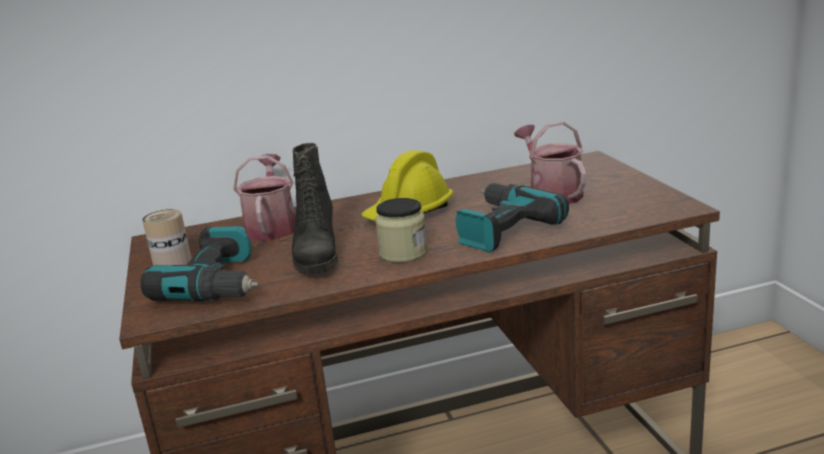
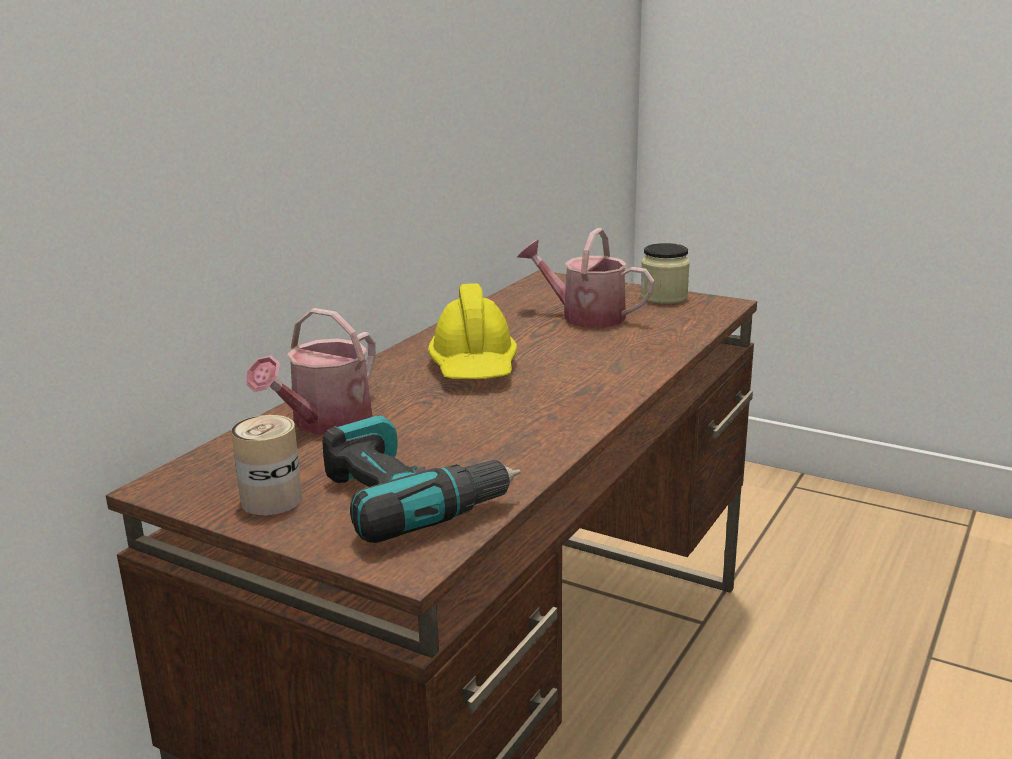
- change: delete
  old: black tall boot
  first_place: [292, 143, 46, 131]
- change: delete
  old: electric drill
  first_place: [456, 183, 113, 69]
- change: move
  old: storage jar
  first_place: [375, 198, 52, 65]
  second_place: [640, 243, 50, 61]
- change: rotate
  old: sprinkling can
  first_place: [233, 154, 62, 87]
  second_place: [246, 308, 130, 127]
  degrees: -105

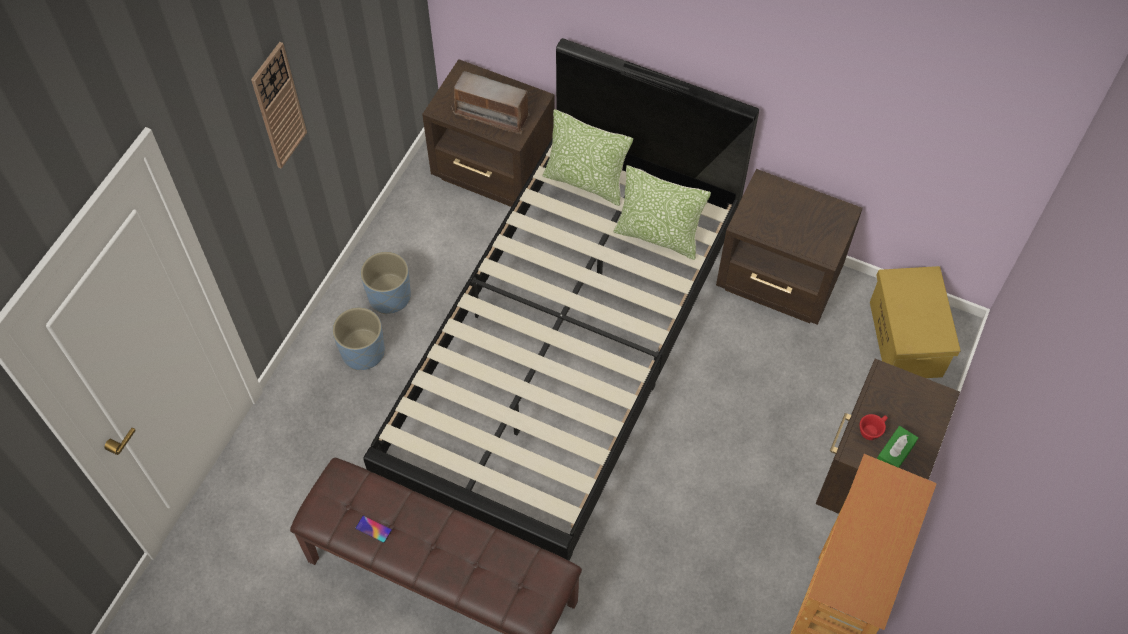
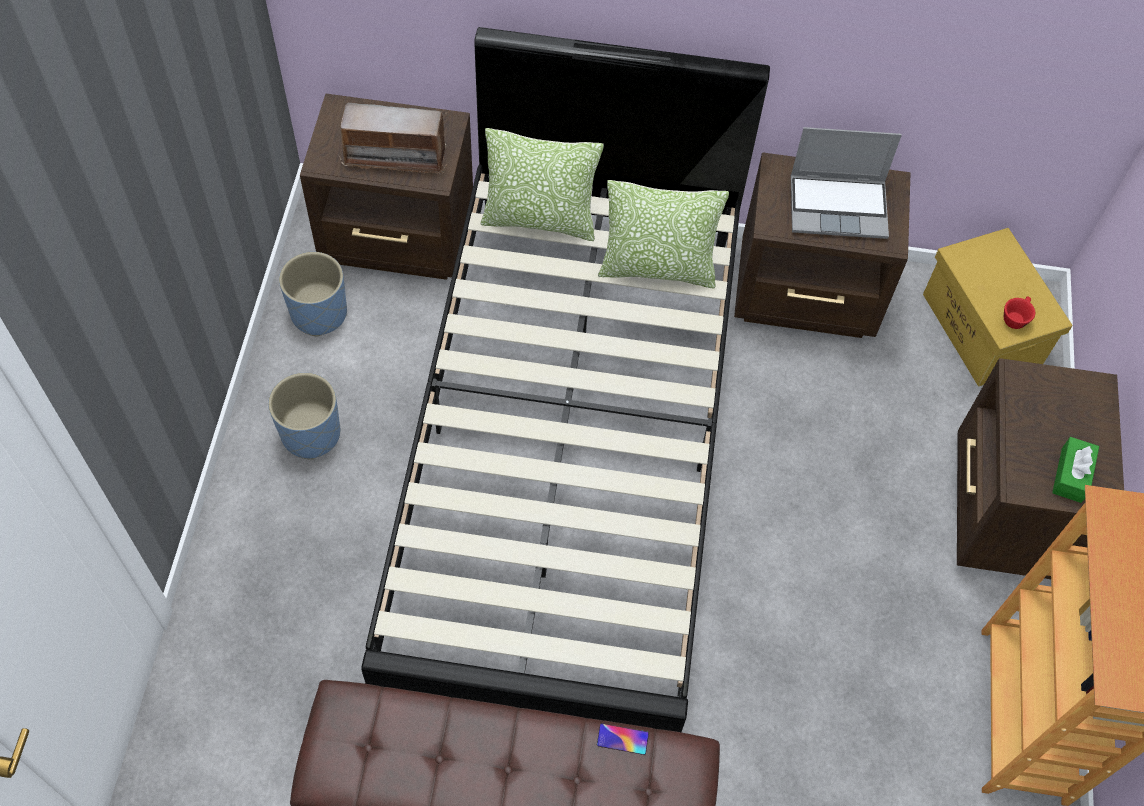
- change: delete
  old: wall clock
  first_place: [251, 42, 56, 127]
- change: insert
  new: notebook computer
  second_place: [791, 127, 111, 112]
- change: move
  old: blue-coloured flower pot
  first_place: [332, 307, 53, 63]
  second_place: [279, 252, 68, 85]
- change: move
  old: telephone
  first_place: [355, 515, 37, 28]
  second_place: [597, 723, 52, 32]
- change: move
  old: red cup
  first_place: [860, 414, 28, 26]
  second_place: [1004, 296, 31, 33]

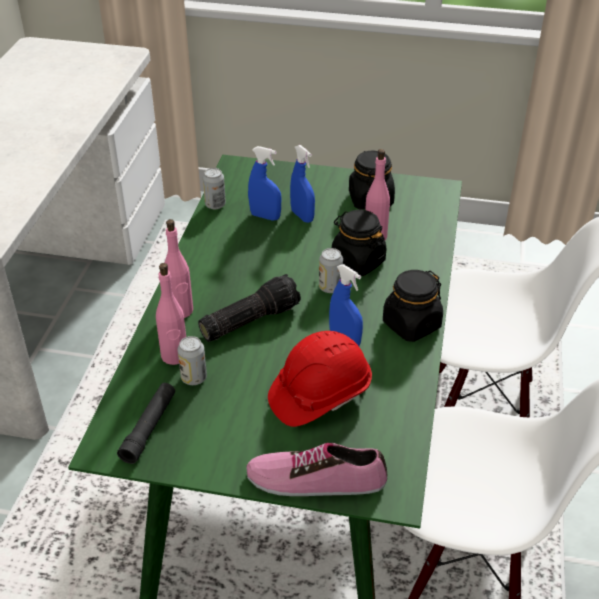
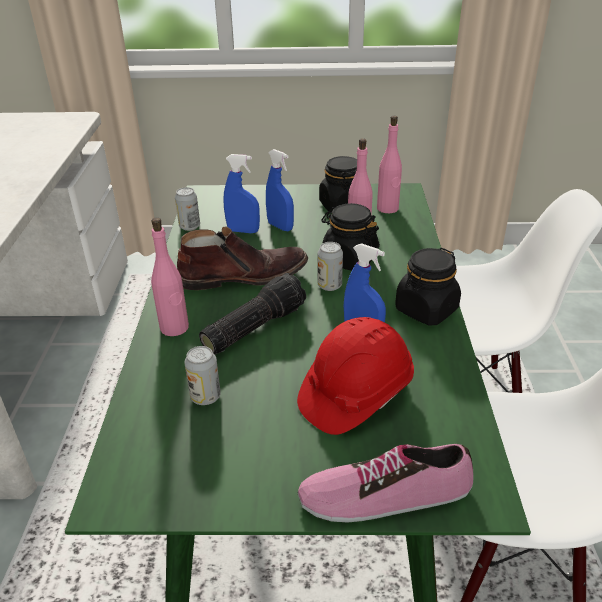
- change: delete
  old: black hand torch
  first_place: [117, 383, 58, 81]
- change: insert
  new: brown tall boot
  second_place: [177, 226, 131, 64]
- change: move
  old: pink-coloured beverage bottle
  first_place: [156, 263, 30, 102]
  second_place: [377, 116, 25, 97]

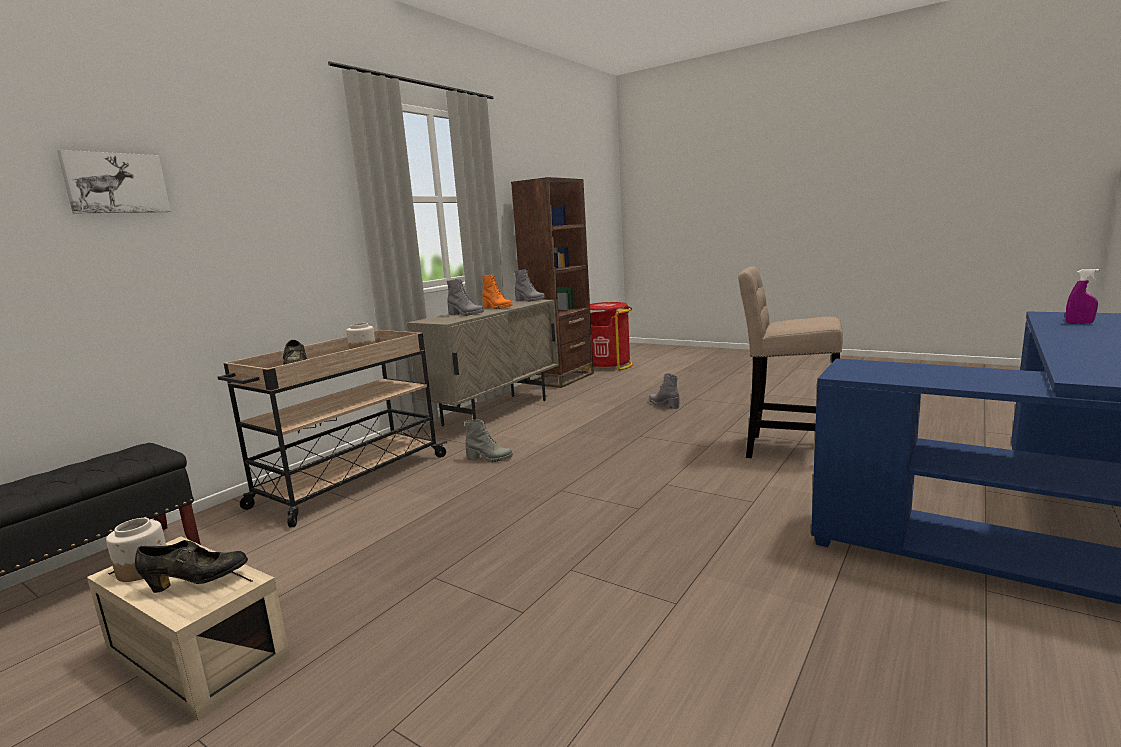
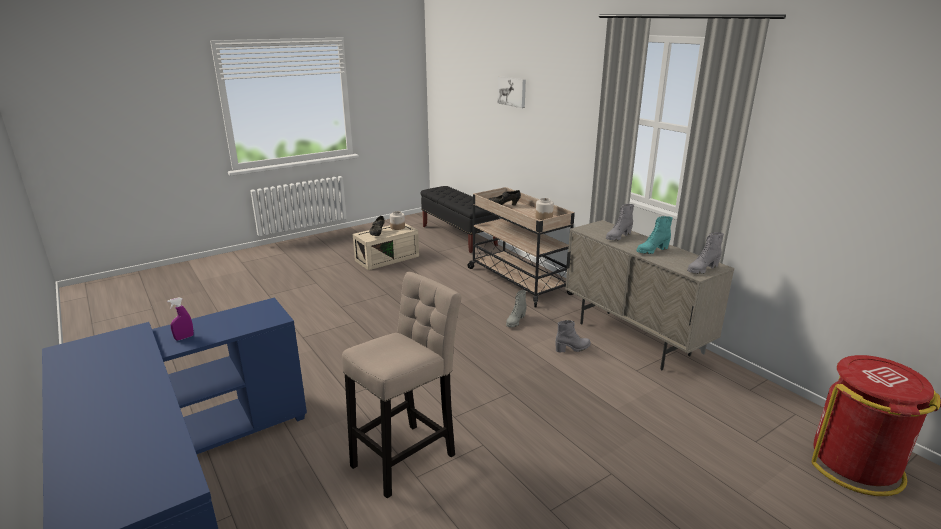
- change: delete
  old: brown bookshelf
  first_place: [511, 177, 83, 211]
- change: move
  old: gray tall boot
  first_place: [649, 373, 31, 36]
  second_place: [555, 320, 36, 32]
- change: move
  old: purple-coloured spray bottle
  first_place: [1066, 269, 33, 55]
  second_place: [167, 297, 27, 43]
- change: recolor
  old: orangey tall boot
  new: blue-green tall boot
  first_place: [482, 274, 31, 35]
  second_place: [637, 216, 36, 38]

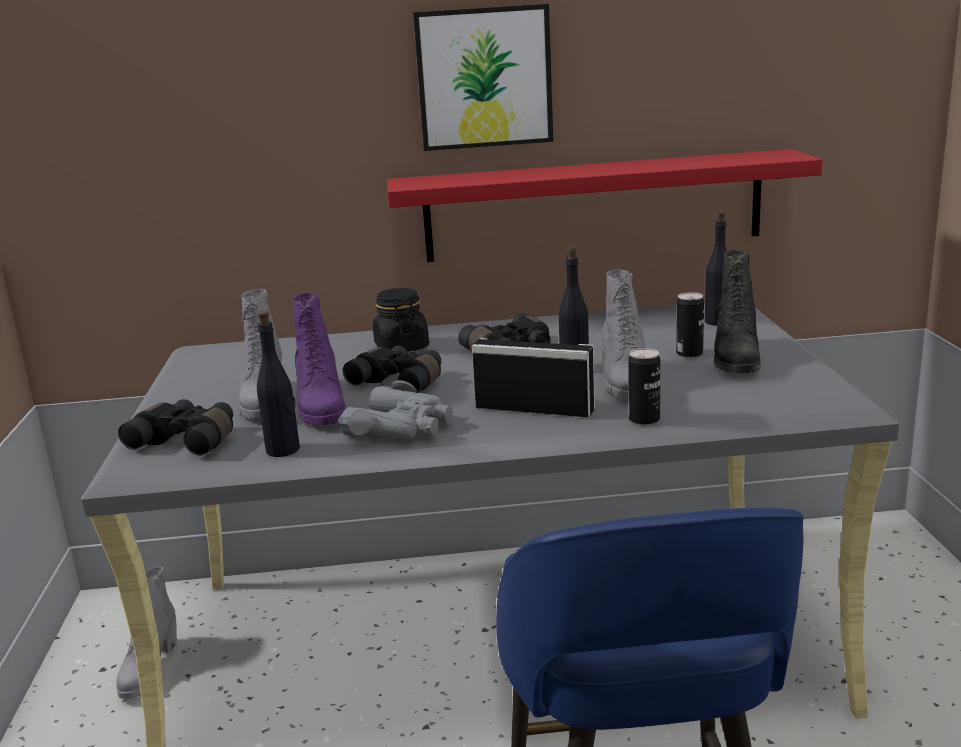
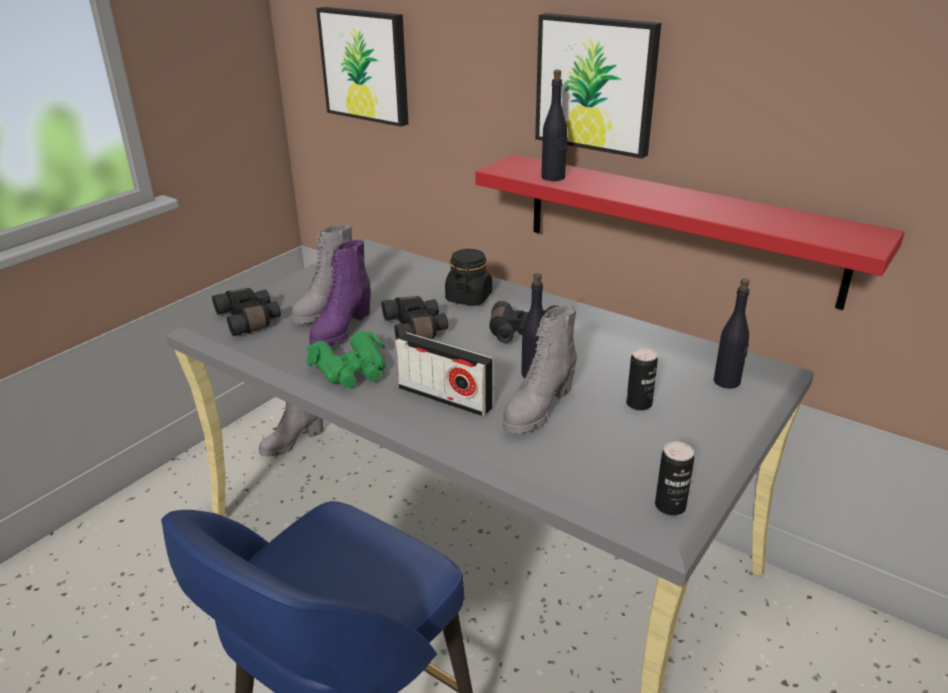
- change: delete
  old: black tall boot
  first_place: [714, 250, 47, 123]
- change: insert
  new: wall art
  second_place: [316, 7, 92, 120]
- change: move
  old: black beverage bottle
  first_place: [257, 310, 43, 147]
  second_place: [541, 70, 26, 111]
- change: move
  old: metal can
  first_place: [628, 348, 32, 77]
  second_place: [655, 442, 39, 74]
- change: recolor
  old: gray field glasses
  new: greenish field glasses
  first_place: [338, 380, 115, 60]
  second_place: [307, 331, 79, 57]
- change: rotate
  old: radio
  first_place: [472, 338, 123, 79]
  second_place: [395, 332, 98, 85]
  degrees: 150

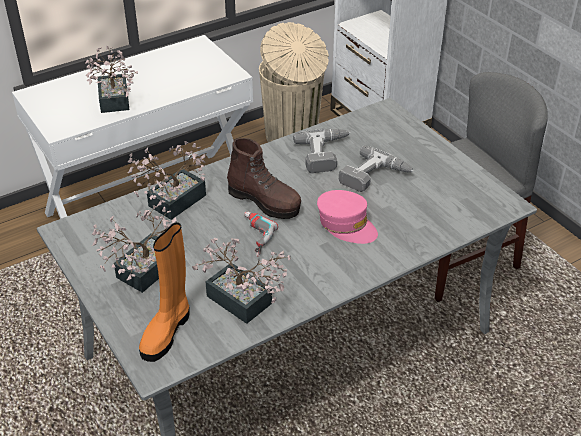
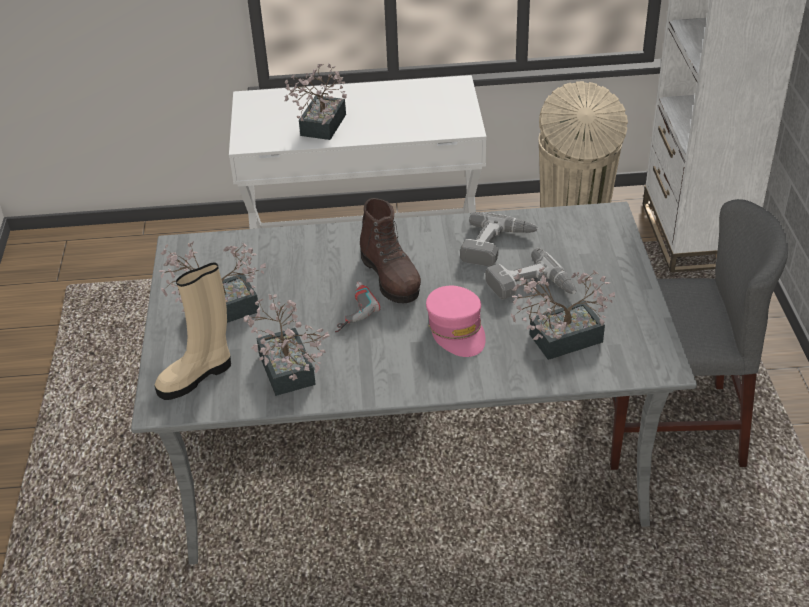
- change: move
  old: plant in a pot
  first_place: [128, 141, 78, 79]
  second_place: [511, 266, 104, 94]
- change: recolor
  old: orangey tall boot
  new: beige tall boot
  first_place: [139, 222, 51, 140]
  second_place: [154, 263, 77, 137]

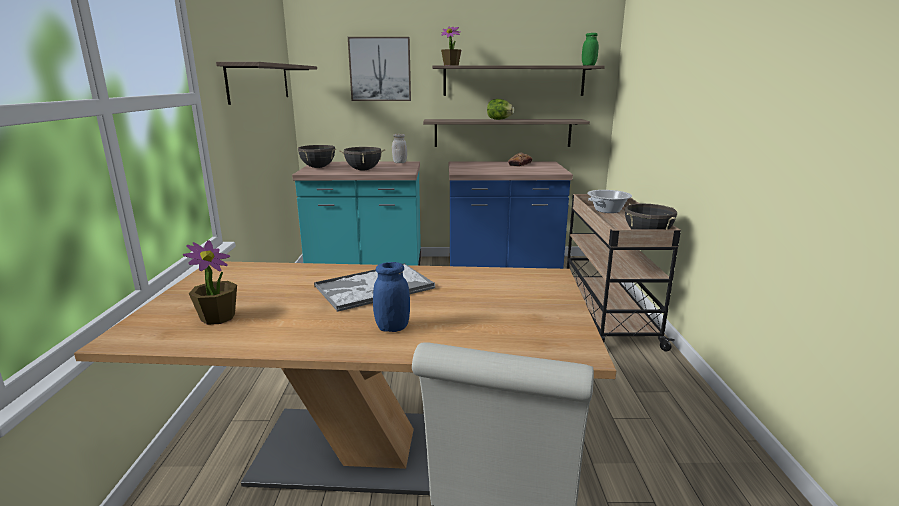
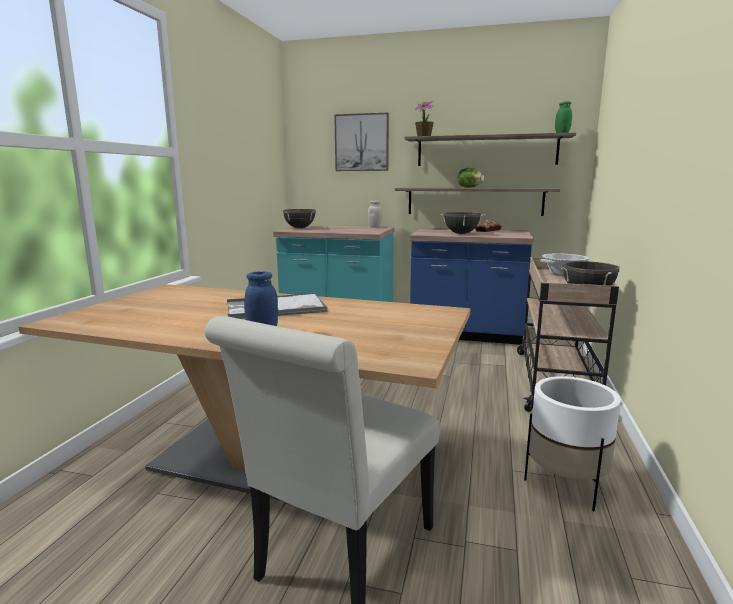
- change: delete
  old: plant in a pot
  first_place: [183, 240, 54, 85]
- change: delete
  old: bracket shelf
  first_place: [216, 62, 101, 43]
- change: insert
  new: white flower pot
  second_place: [524, 376, 97, 136]
- change: move
  old: black saucepot
  first_place: [339, 147, 47, 24]
  second_place: [440, 212, 45, 22]

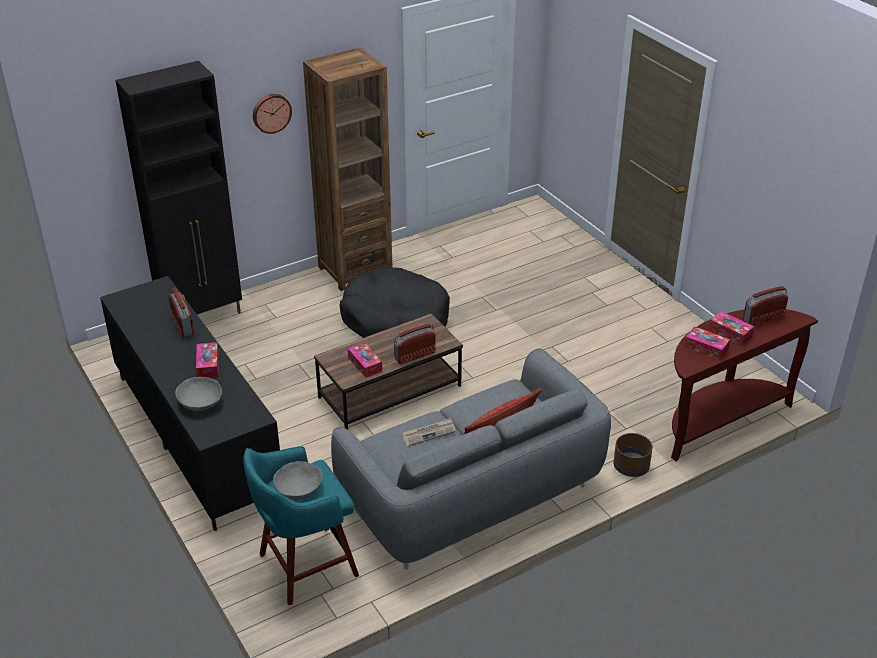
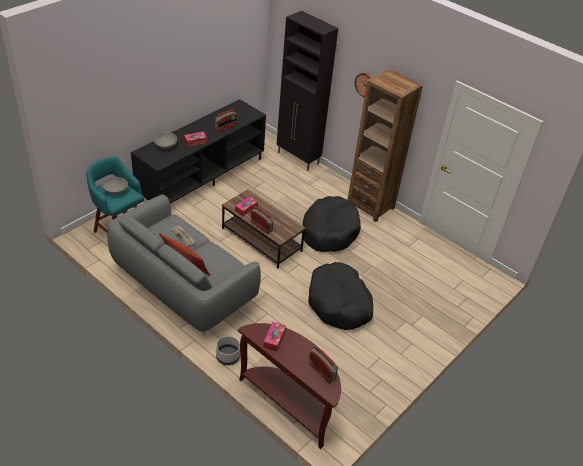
- change: delete
  old: box of tissues
  first_place: [709, 311, 45, 35]
- change: insert
  new: black dog bed
  second_place: [308, 262, 65, 68]
- change: recolor
  old: brown flower pot
  new: gray flower pot
  first_place: [613, 433, 40, 44]
  second_place: [216, 336, 24, 29]

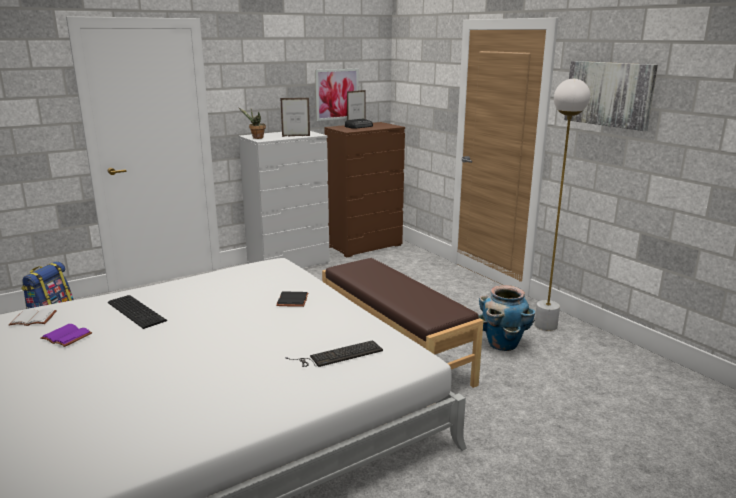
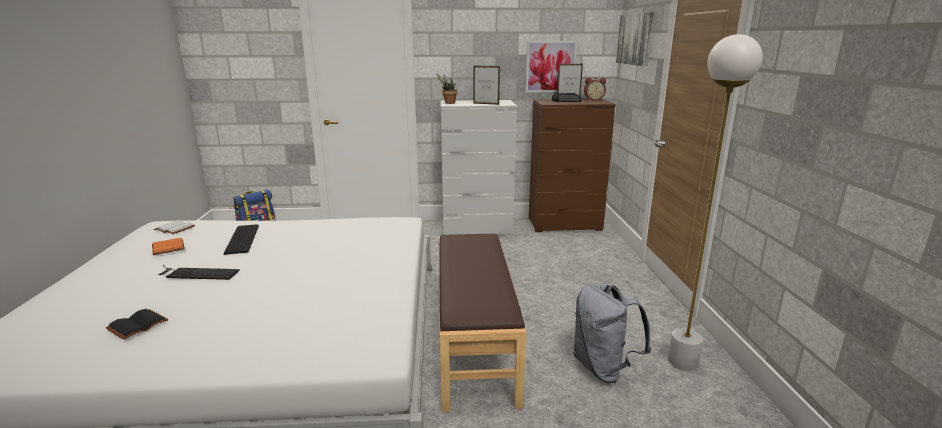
- change: insert
  new: table clock
  second_place: [584, 78, 22, 23]
- change: move
  old: black book
  first_place: [276, 291, 33, 16]
  second_place: [106, 309, 62, 31]
- change: move
  old: PC keyboard
  first_place: [286, 340, 97, 27]
  second_place: [158, 265, 82, 15]
- change: move
  old: wall art
  first_place: [564, 61, 94, 70]
  second_place: [616, 12, 38, 54]
- change: replace
  old: flower pot
  new: gray rucksack
  first_place: [478, 285, 57, 66]
  second_place: [574, 284, 77, 99]
- change: recolor
  old: purple-coloured book
  new: orangey book
  first_place: [40, 324, 52, 23]
  second_place: [152, 238, 33, 17]

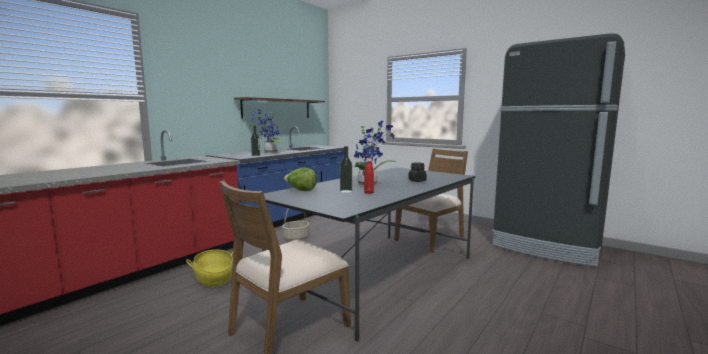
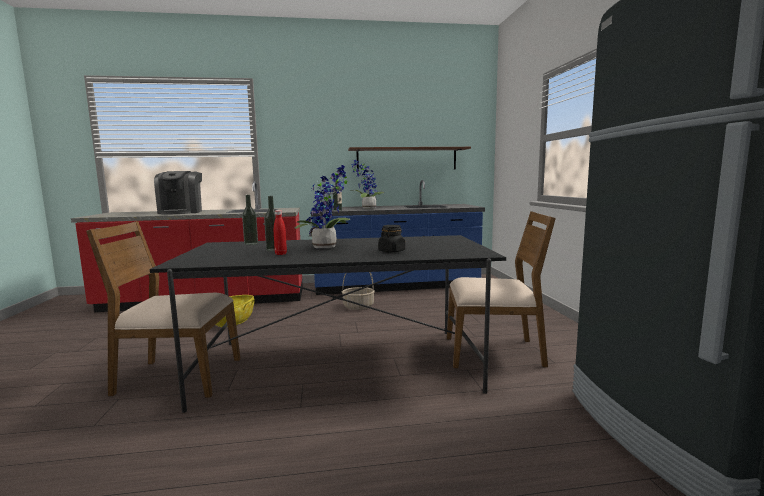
- change: insert
  new: coffee machine
  second_place: [154, 171, 48, 43]
- change: replace
  old: lettuce head
  new: beverage bottle
  first_place: [284, 167, 33, 24]
  second_place: [242, 195, 16, 50]

